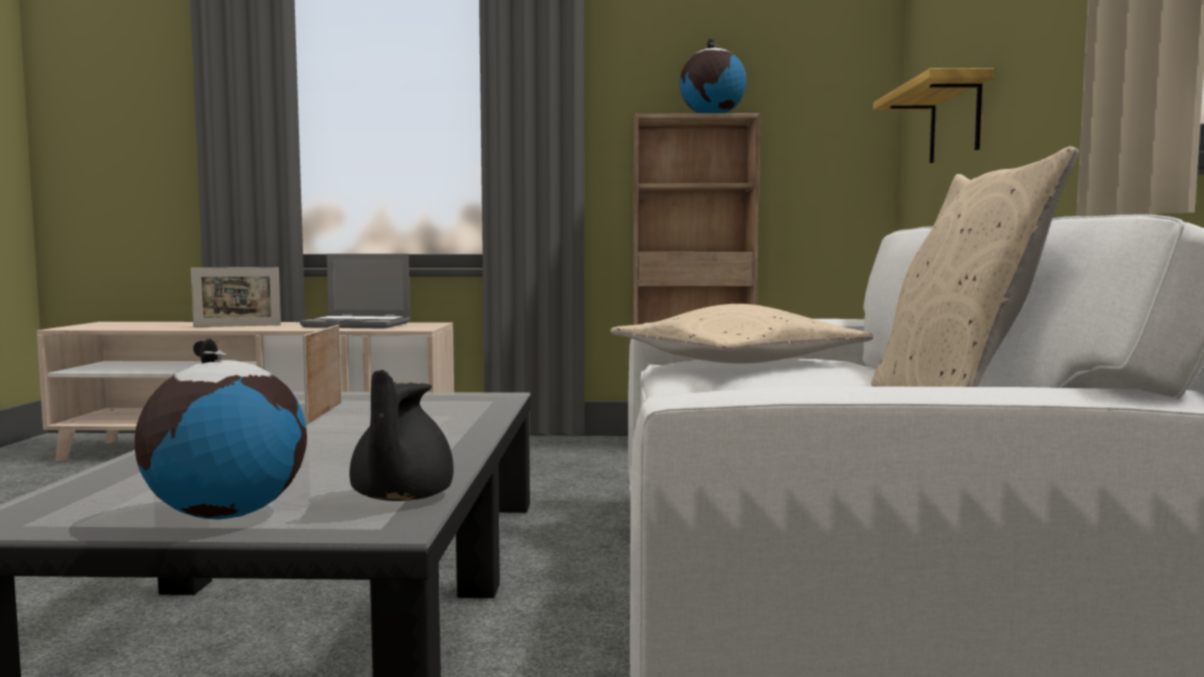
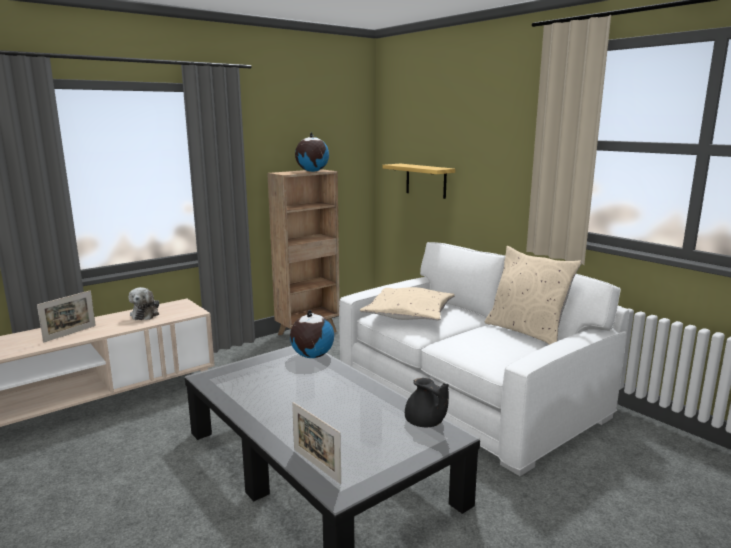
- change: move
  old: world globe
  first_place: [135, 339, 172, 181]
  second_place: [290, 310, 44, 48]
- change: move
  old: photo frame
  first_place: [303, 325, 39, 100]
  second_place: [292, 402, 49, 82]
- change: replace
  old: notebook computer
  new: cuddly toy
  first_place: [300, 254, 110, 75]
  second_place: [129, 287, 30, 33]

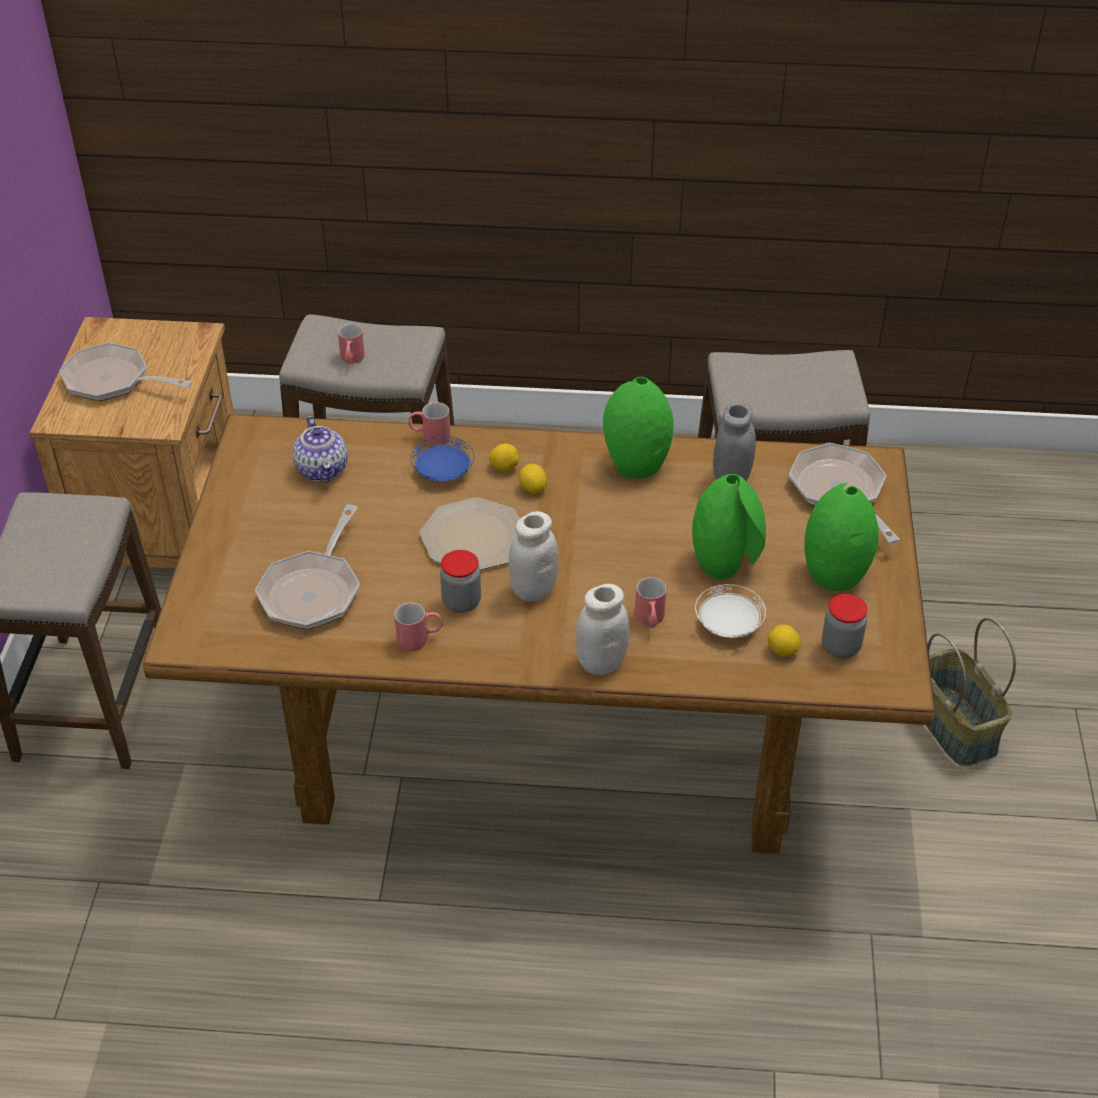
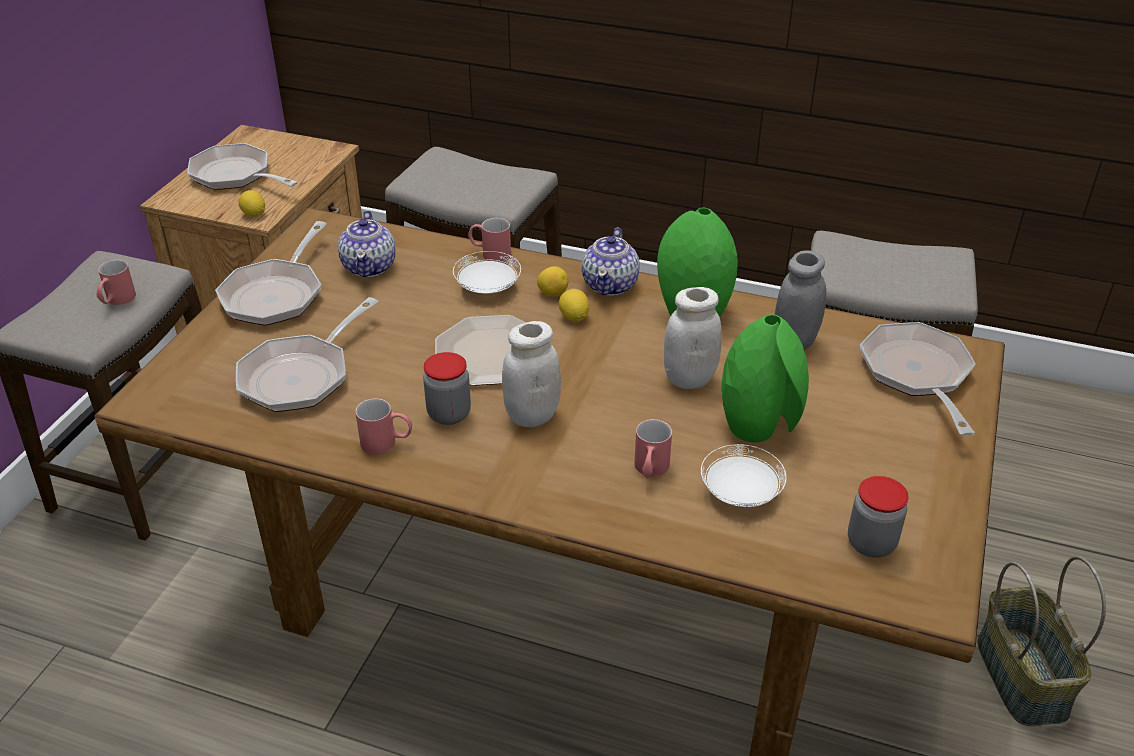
- change: delete
  old: greenish vase
  first_place: [804, 483, 75, 108]
- change: insert
  new: pan
  second_place: [215, 221, 112, 105]
- change: insert
  new: tea pot
  second_place: [582, 228, 58, 68]
- change: move
  old: red mug
  first_place: [338, 324, 27, 40]
  second_place: [97, 260, 39, 45]
- change: move
  old: white storage jar
  first_place: [576, 584, 53, 91]
  second_place: [664, 287, 58, 102]
- change: move
  old: citrus fruit
  first_place: [768, 624, 33, 32]
  second_place: [238, 190, 27, 27]
- change: recolor
  old: blue-coloured flat dish
  new: white flat dish
  first_place: [410, 436, 64, 45]
  second_place: [453, 251, 68, 43]

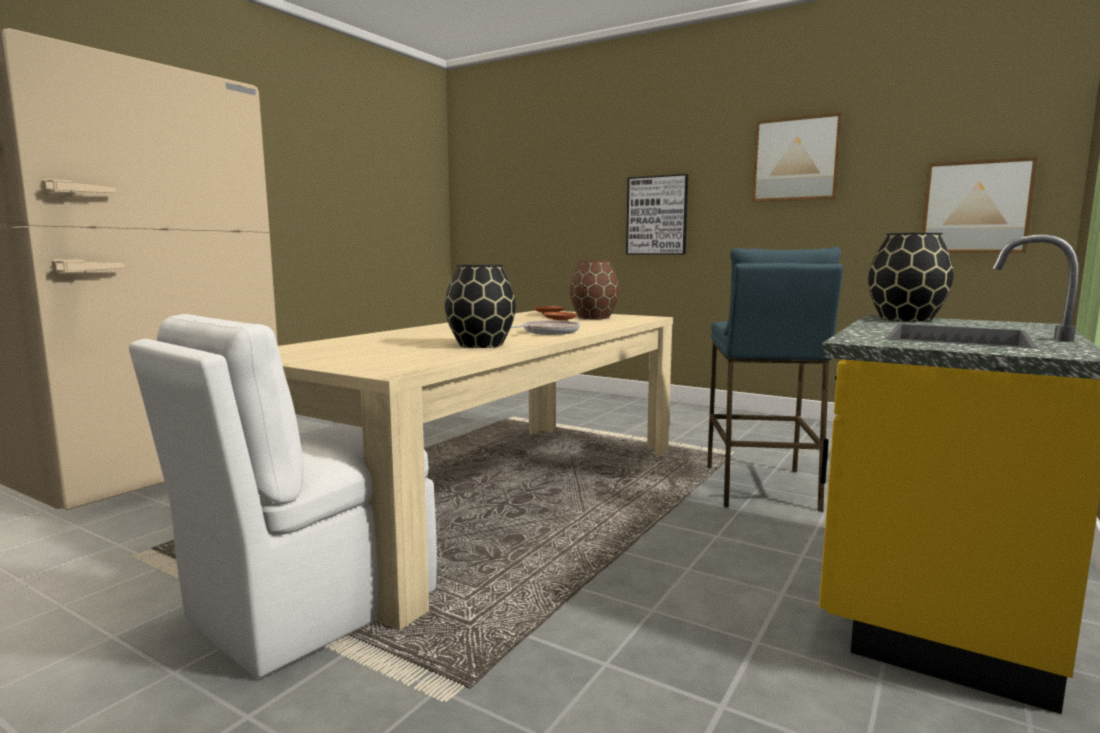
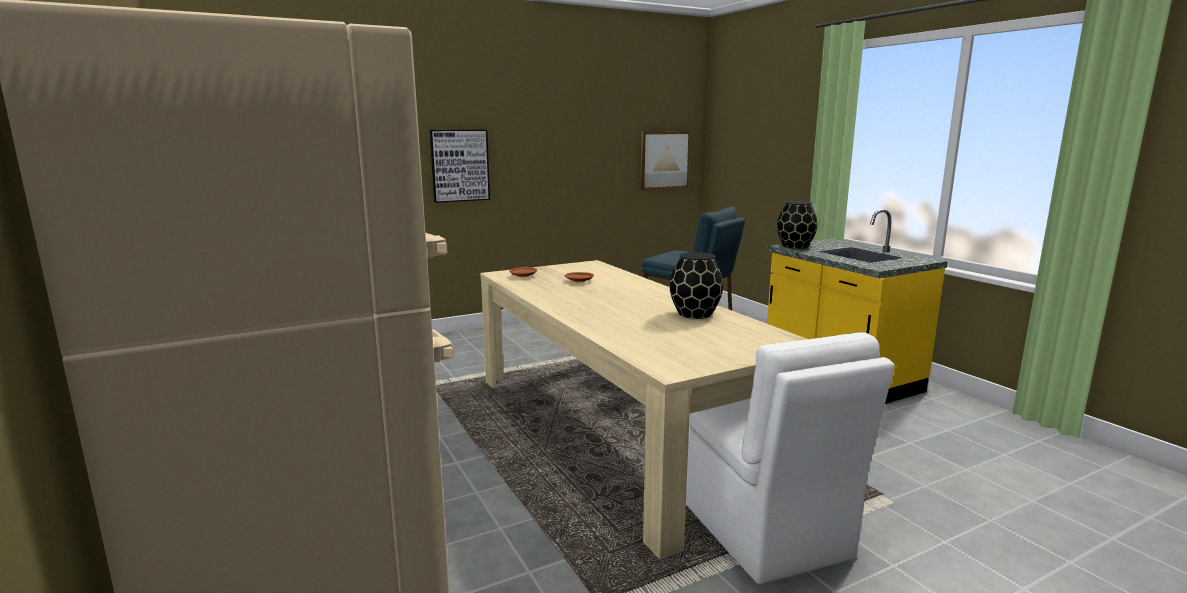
- change: delete
  old: pan
  first_place: [511, 320, 69, 15]
- change: delete
  old: brown vase
  first_place: [569, 261, 50, 58]
- change: delete
  old: wall art
  first_place: [752, 112, 91, 90]

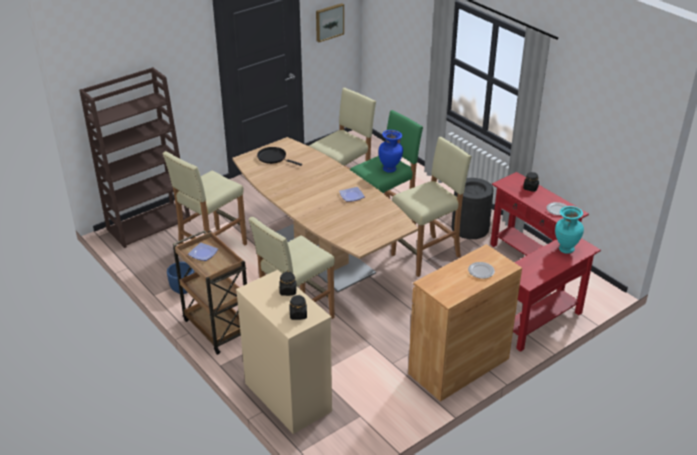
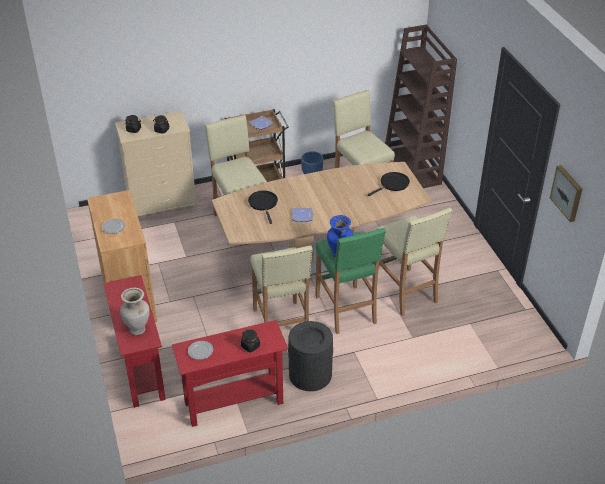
- change: insert
  new: black pan
  second_place: [248, 191, 30, 33]
- change: recolor
  old: blue-green vase
  new: beige vase
  first_place: [555, 206, 29, 48]
  second_place: [120, 288, 30, 47]

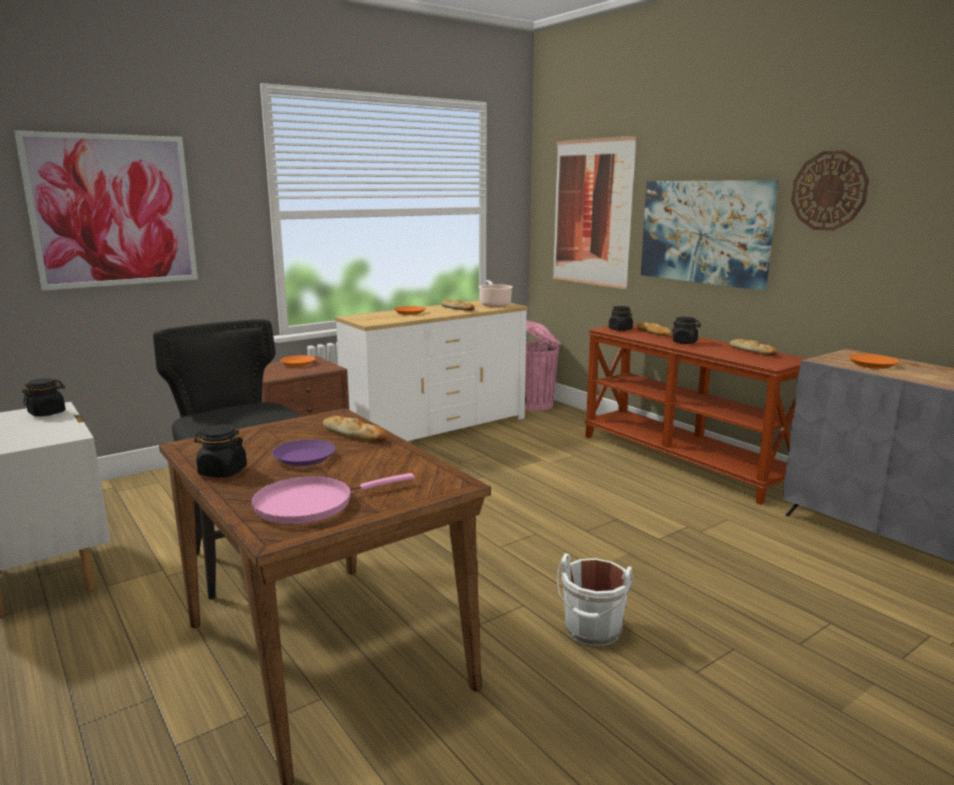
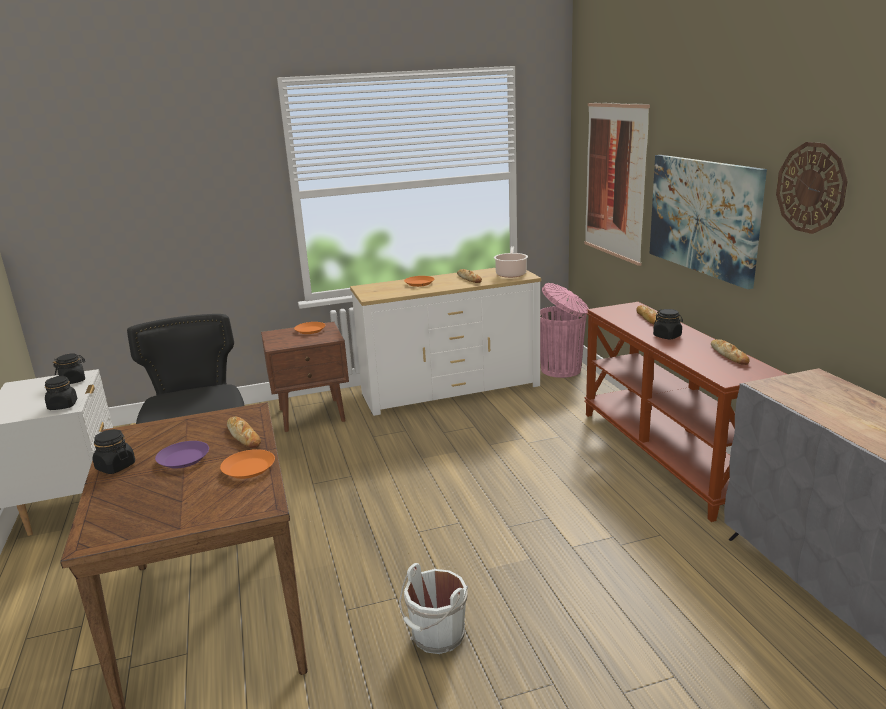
- change: delete
  old: wall art
  first_place: [14, 130, 184, 161]
- change: delete
  old: pink-coloured pan
  first_place: [251, 473, 163, 51]
- change: move
  old: black storage jar
  first_place: [609, 306, 24, 25]
  second_place: [45, 376, 32, 34]
- change: move
  old: orangey flat dish
  first_place: [848, 354, 51, 15]
  second_place: [220, 449, 55, 30]

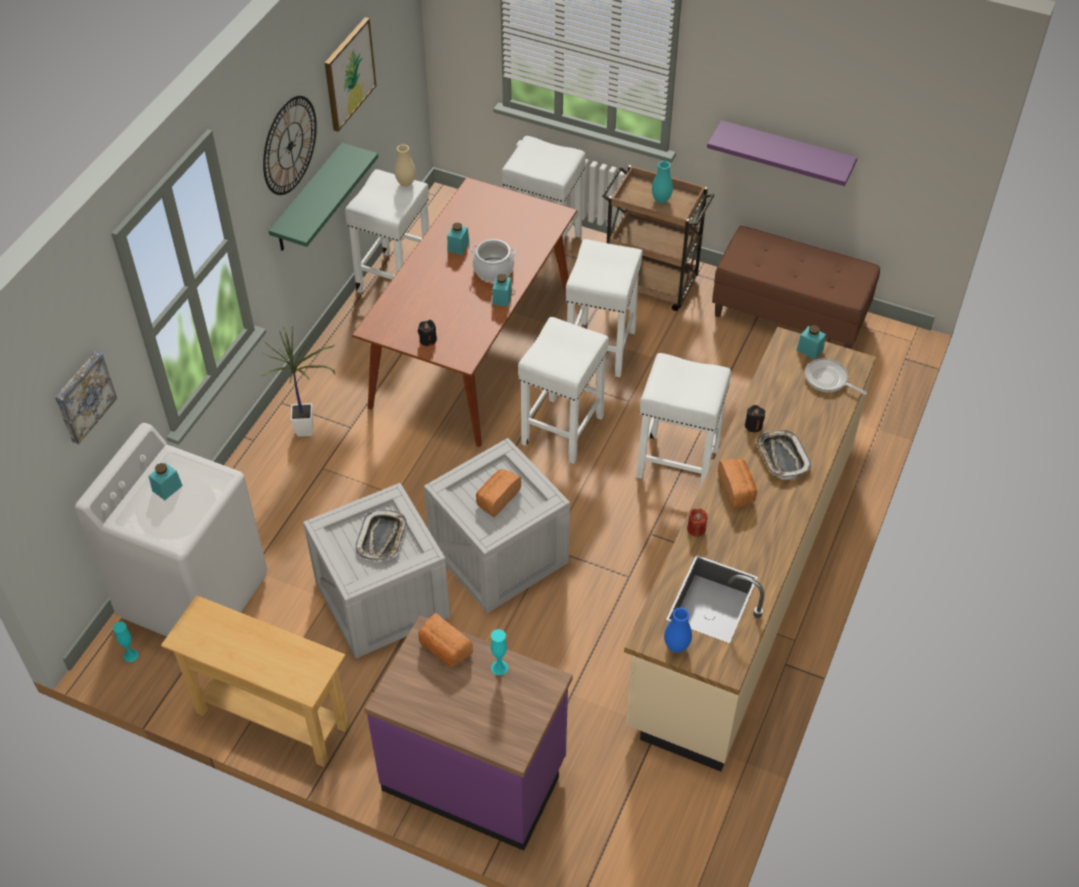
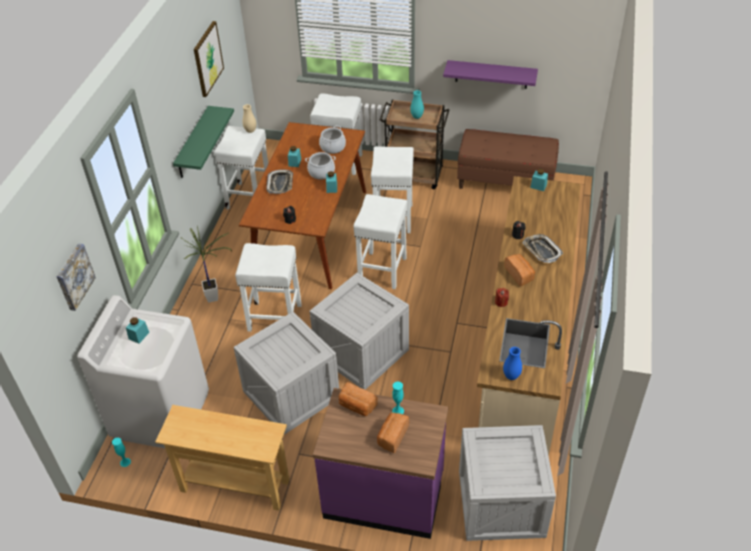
- change: delete
  old: wall clock
  first_place: [263, 96, 54, 99]
- change: delete
  old: pan
  first_place: [805, 358, 62, 37]
- change: insert
  new: saucepot
  second_place: [319, 125, 27, 29]
- change: insert
  new: shipping crate
  second_place: [459, 425, 97, 116]
- change: move
  old: tray
  first_place: [356, 510, 51, 51]
  second_place: [266, 169, 27, 25]
- change: move
  old: bread
  first_place: [476, 469, 45, 48]
  second_place: [377, 413, 32, 40]
- change: move
  old: white stool seat
  first_place: [636, 353, 95, 135]
  second_place: [235, 243, 67, 89]

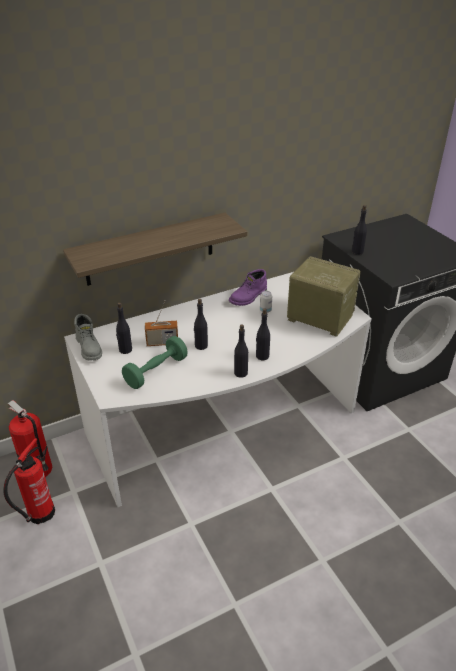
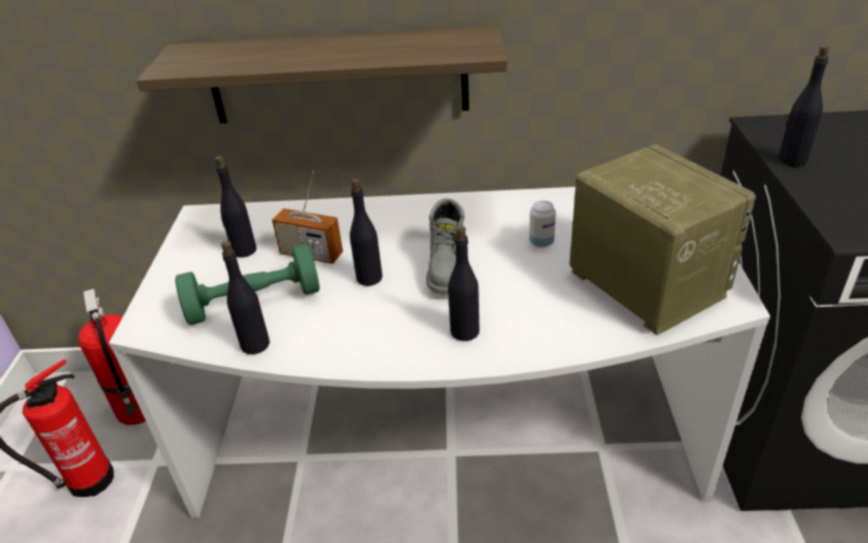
- change: delete
  old: purple-coloured tall boot
  first_place: [229, 269, 38, 37]
- change: move
  old: gray tall boot
  first_place: [74, 314, 28, 47]
  second_place: [426, 198, 39, 96]
- change: move
  old: black beverage bottle
  first_place: [234, 325, 14, 53]
  second_place: [221, 241, 49, 113]

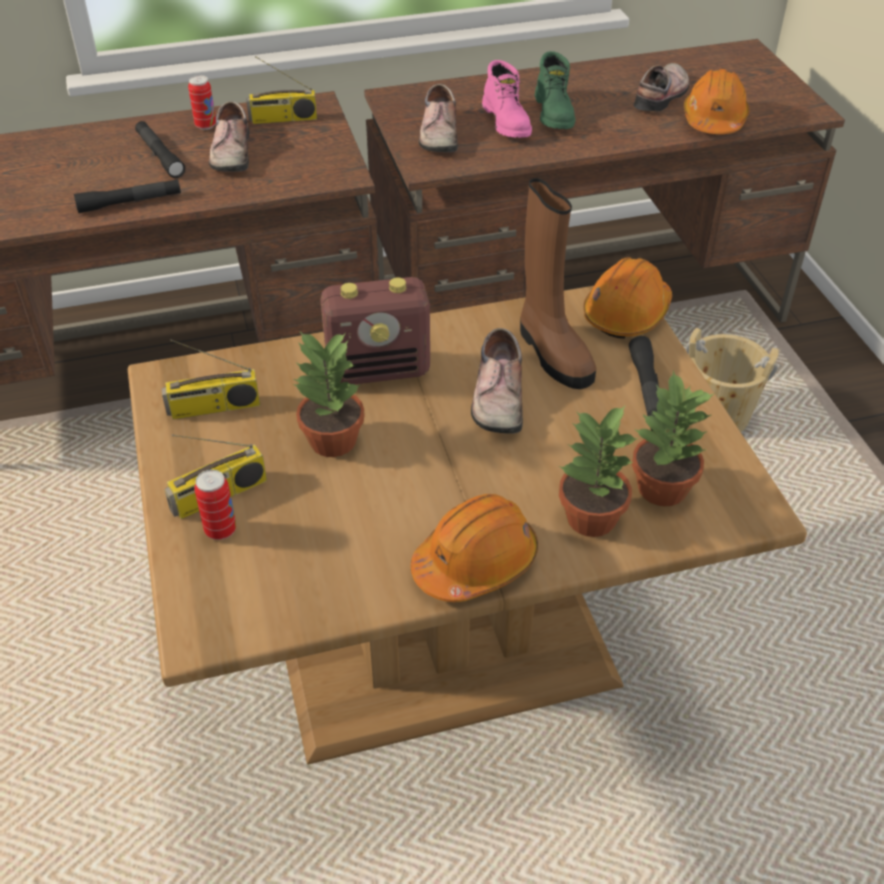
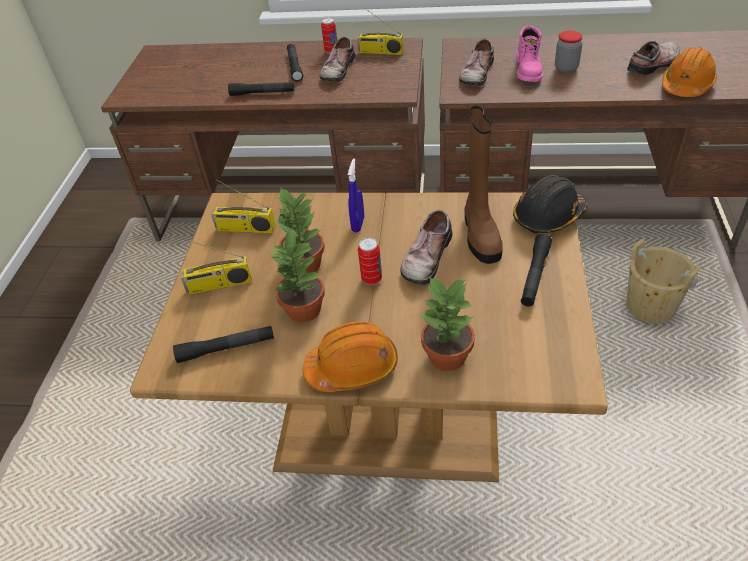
- change: insert
  new: black hand torch
  second_place: [173, 326, 101, 37]
- change: move
  old: metal can
  first_place: [194, 470, 42, 70]
  second_place: [358, 238, 24, 47]
- change: move
  old: plant in a pot
  first_place: [632, 370, 83, 137]
  second_place: [269, 228, 56, 95]
- change: replace
  old: radio
  new: blue-coloured spray bottle
  first_place: [320, 277, 110, 107]
  second_place: [348, 159, 16, 73]
- change: replace
  old: greenish tall boot
  new: storage jar
  first_place: [535, 51, 40, 78]
  second_place: [555, 31, 28, 42]
- change: recolor
  old: orangey safety helmet
  new: black safety helmet
  first_place: [583, 257, 89, 82]
  second_place: [513, 175, 74, 59]

